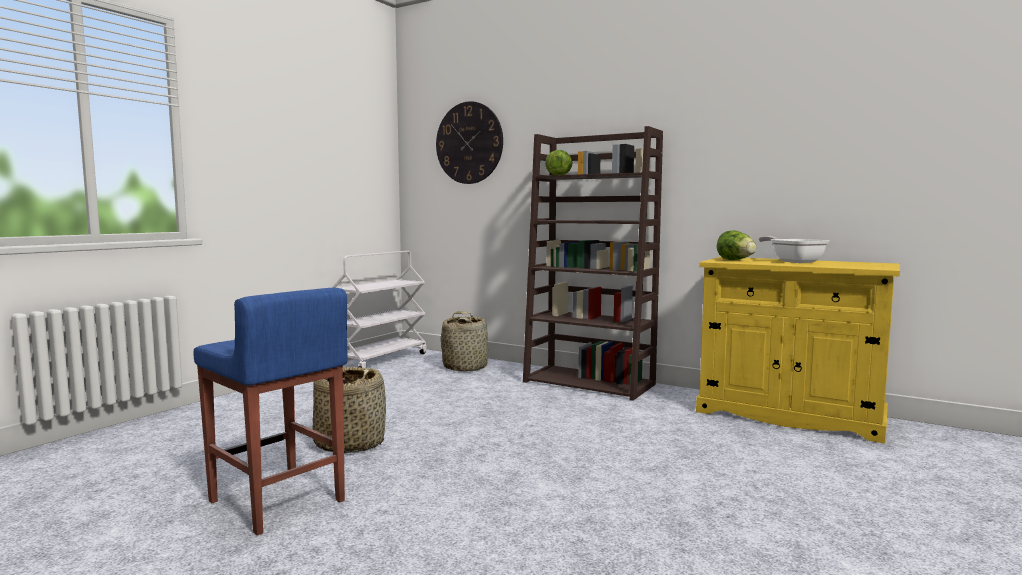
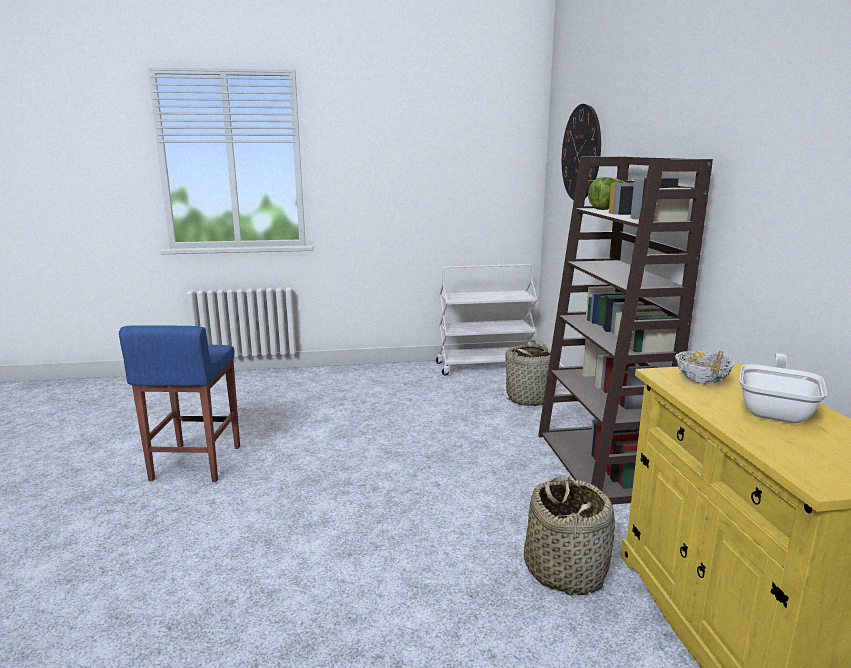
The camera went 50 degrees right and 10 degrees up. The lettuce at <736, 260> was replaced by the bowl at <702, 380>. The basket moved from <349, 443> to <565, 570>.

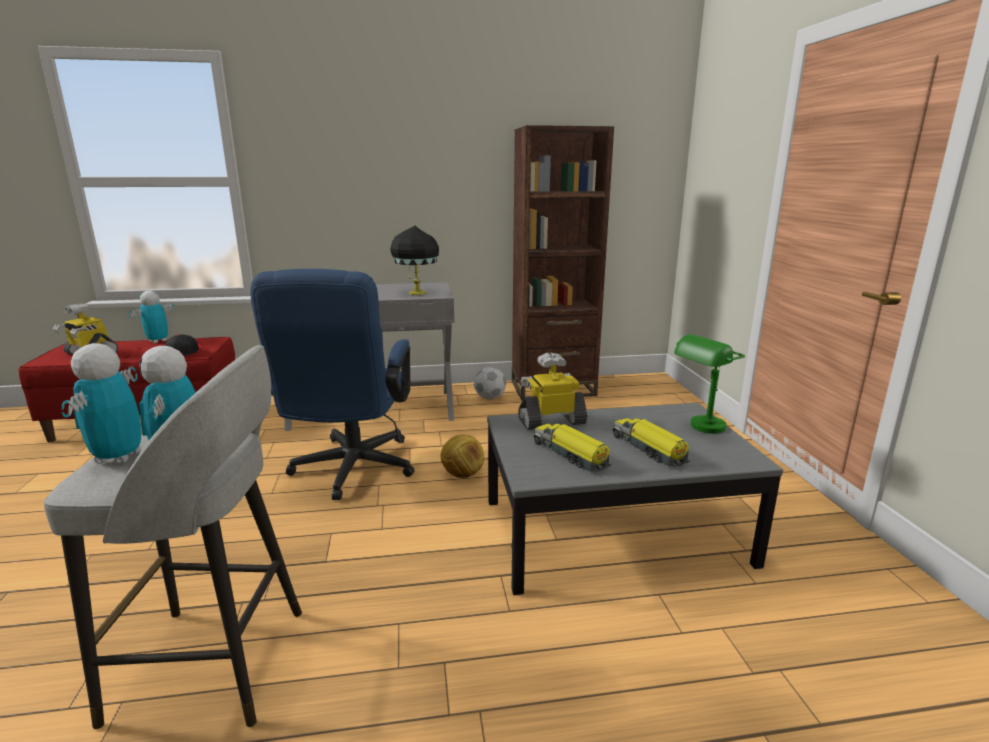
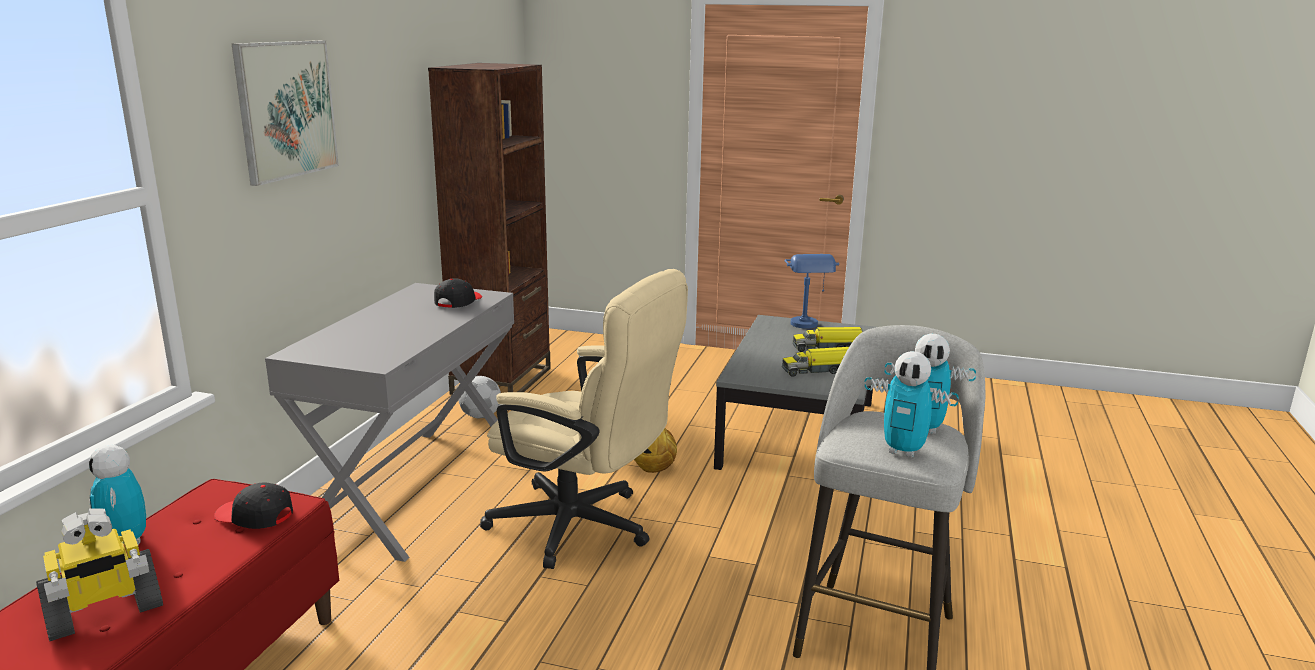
The camera went 65 degrees left and 0 degrees up. The table lamp/black at <416, 293> was replaced by the cap/black at <458, 302>. The office chair/blue at <350, 472> became the office chair/beige at <584, 528>. The table lamp/green at <700, 429> became the table lamp/blue at <807, 327>. The toy robot at <551, 421> disappeared. The picture at <286, 109> appeared.

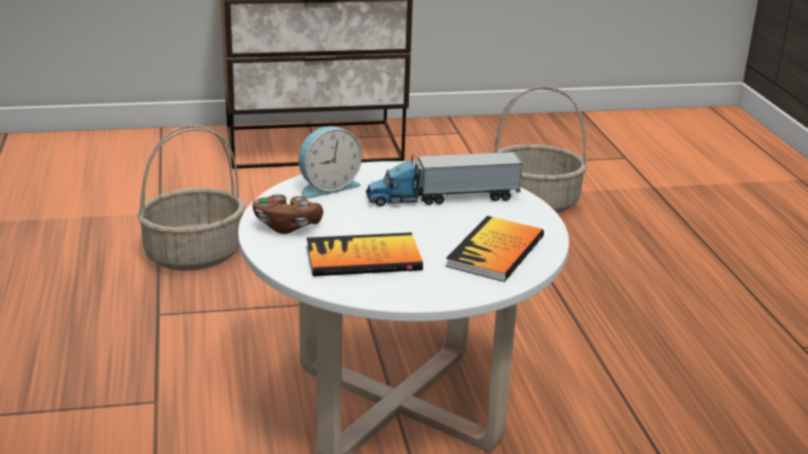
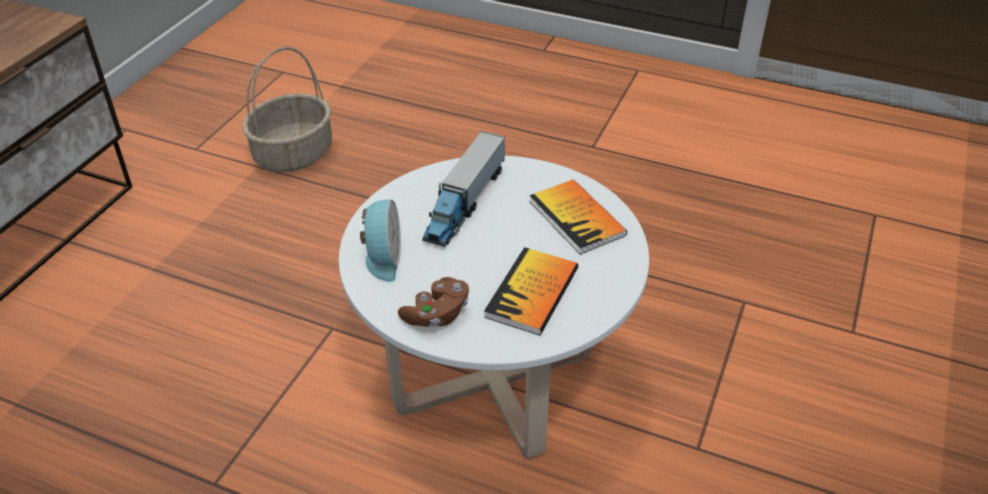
The camera went 55 degrees left and 15 degrees up. The basket at <195, 254> disappeared.

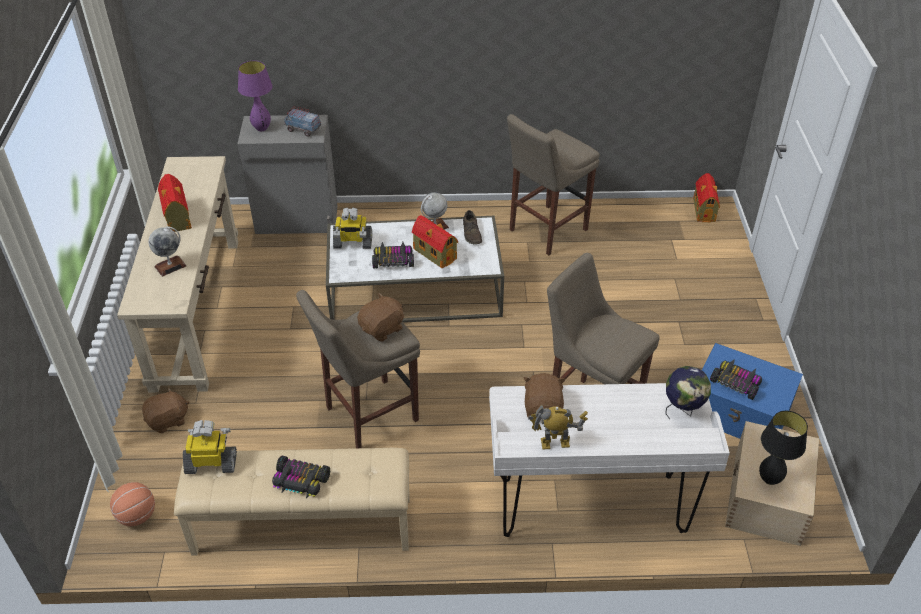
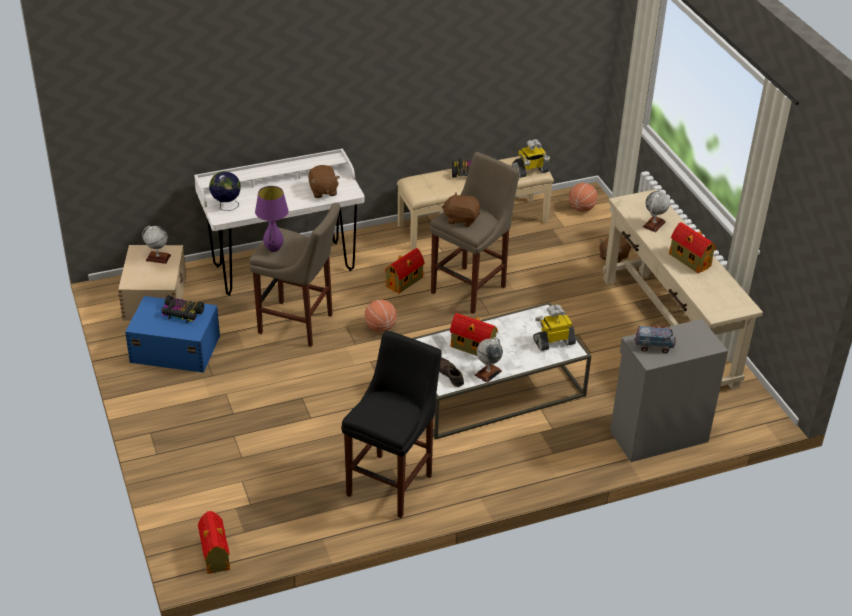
The camera went 160 degrees right and 5 degrees down. The table lamp/purple moved from <262, 129> to <273, 249>. The stool/beige at <545, 231> became the stool/black at <392, 482>. The toy car at <393, 260> disappeared. The plush toy/brown at <382, 329> turned 75 degrees clockwise. The toy robot at <555, 443> disappeared. The table lamp/black at <769, 479> was replaced by the globe at <158, 258>. The toy house at <405, 281> appeared. The basketball at <380, 327> appeared.

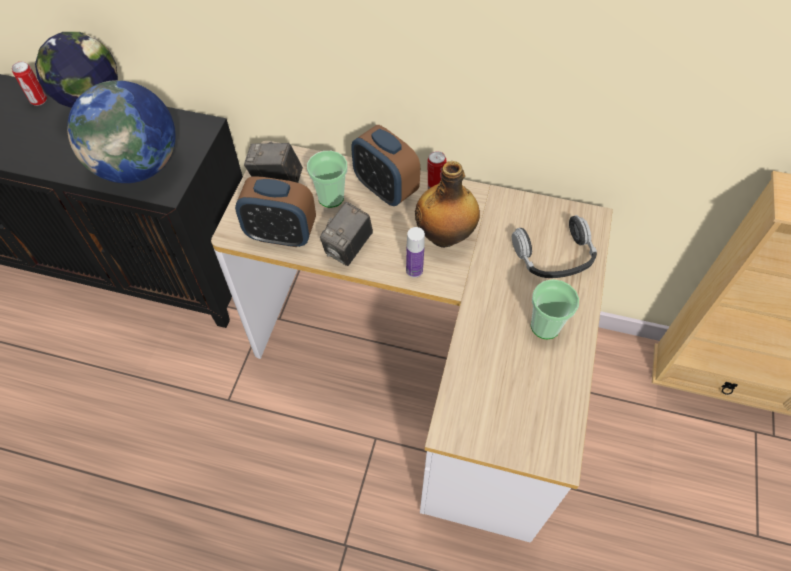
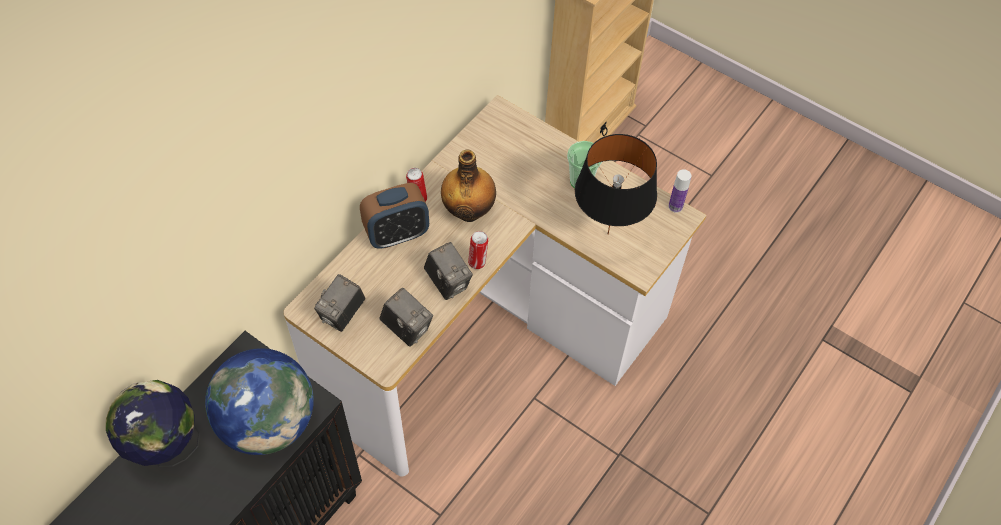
The camera went 70 degrees left and 0 degrees up. The can moved from <39, 101> to <478, 262>. The cup at <331, 197> disappeared. The alarm clock at <281, 234> was replaced by the photo camera at <407, 328>. The headphones at <554, 256> disappeared. The bottle moved from <414, 270> to <675, 206>. The table lamp/black at <607, 233> appeared.

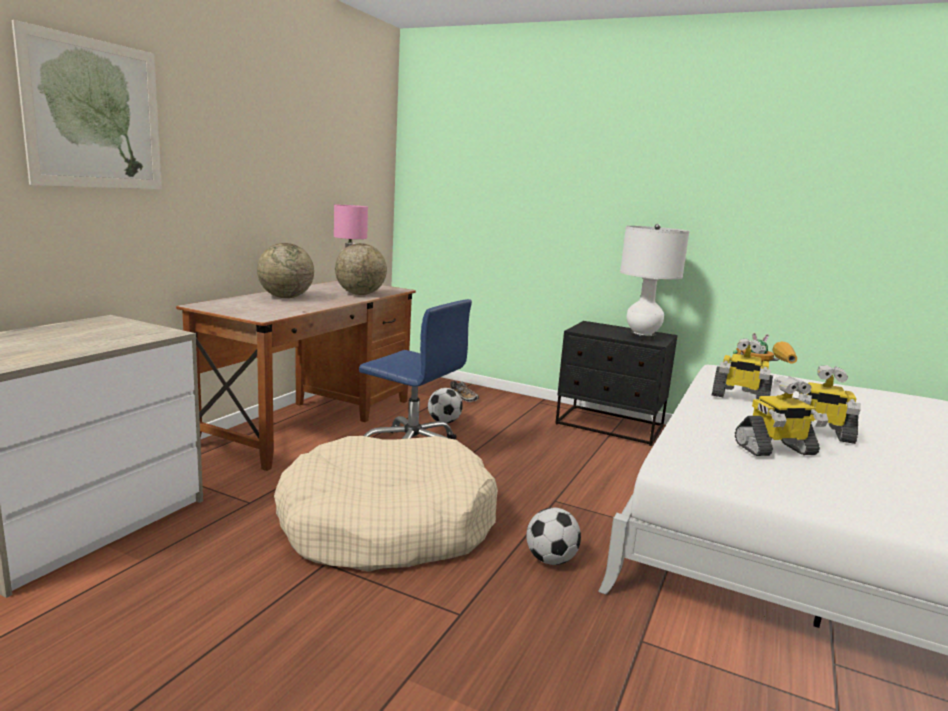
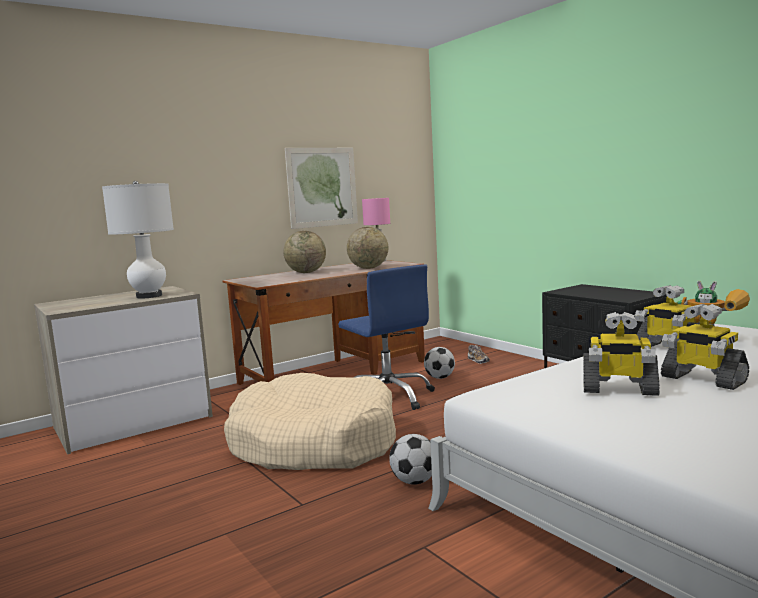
The camera went 30 degrees right and 5 degrees down. The picture moved from <94, 114> to <322, 187>. The table lamp/white moved from <642, 337> to <149, 296>.

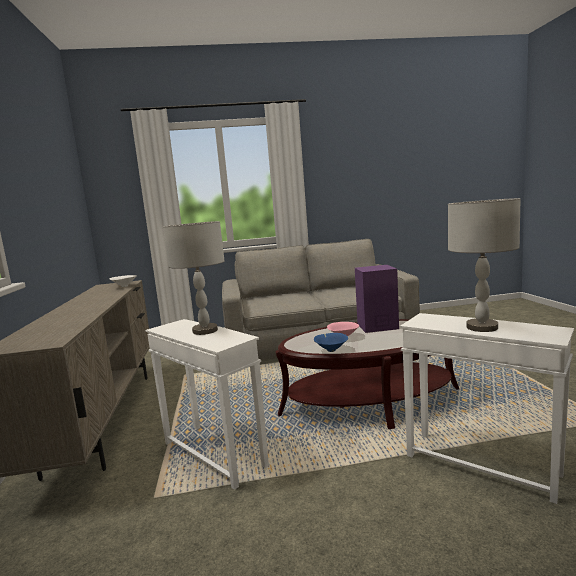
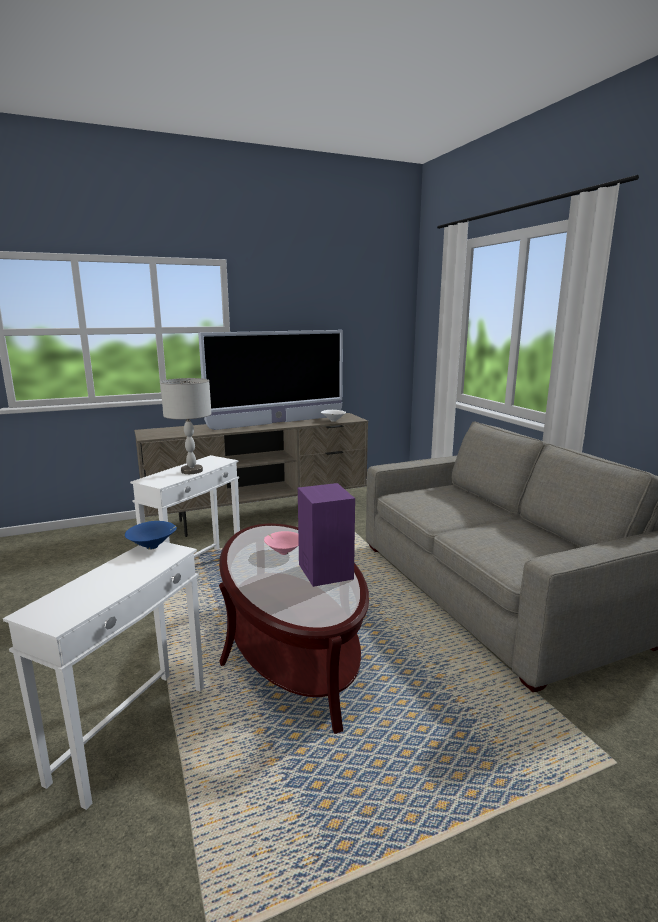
The camera went 75 degrees right and 5 degrees up. The table lamp/grey at <482, 327> disappeared. The bowl/blue moved from <331, 350> to <153, 547>. The television at <278, 422> appeared.

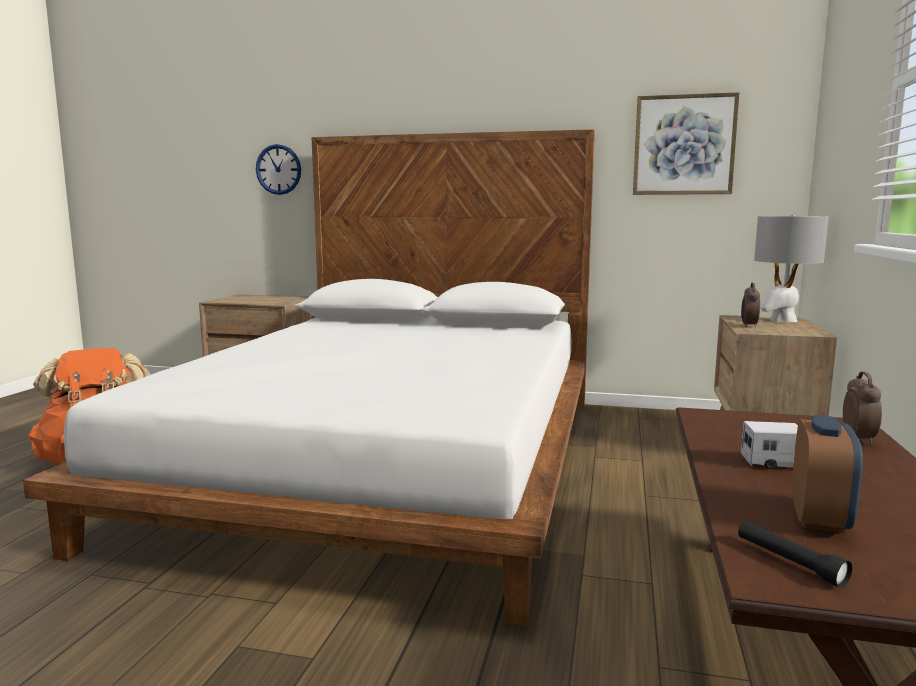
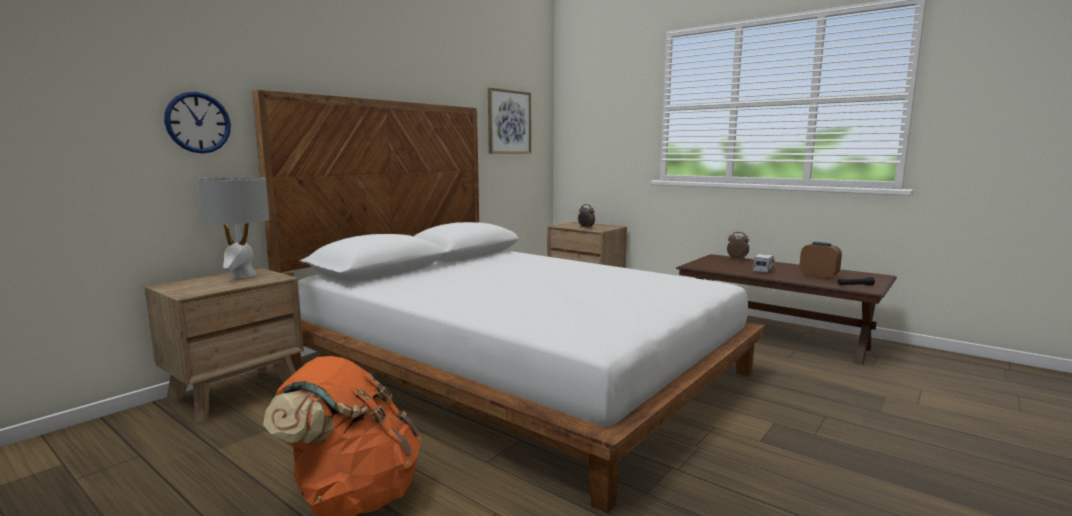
The camera went 65 degrees left and 0 degrees up. The table lamp/grey moved from <782, 320> to <242, 275>.

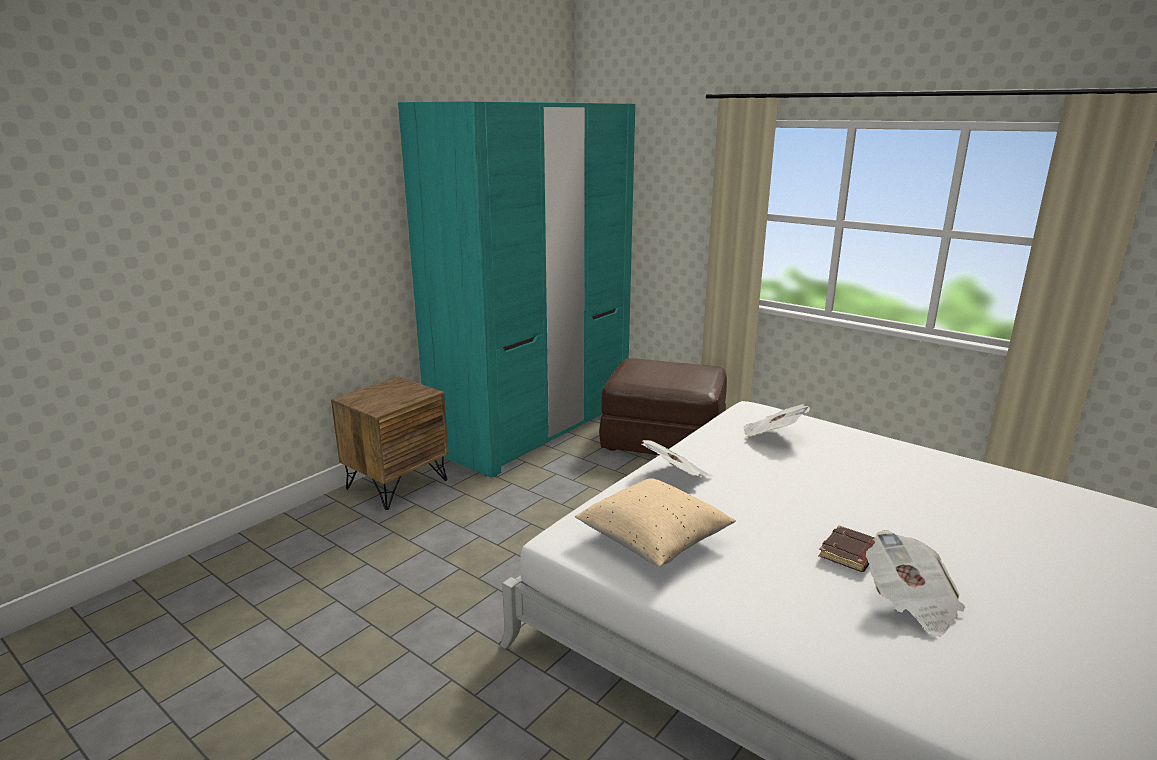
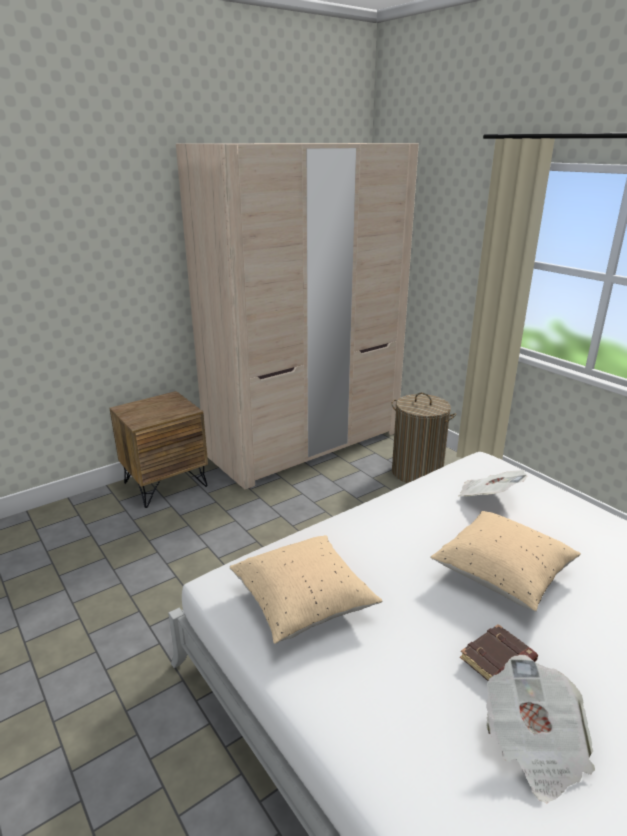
The camera went 15 degrees right and 5 degrees up. The wardrobe/turquoise at <534, 427> became the wardrobe/beige at <305, 444>. The ottoman/brown at <664, 439> was replaced by the laundry basket at <417, 472>. The newspaper at <676, 476> disappeared. The pillow/beige at <502, 574> appeared.

